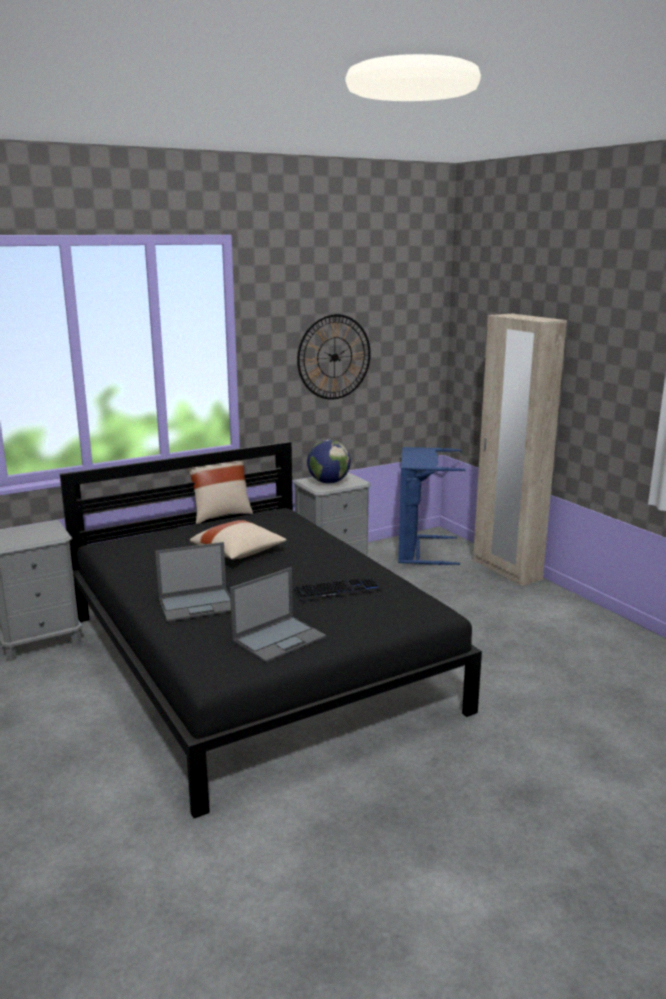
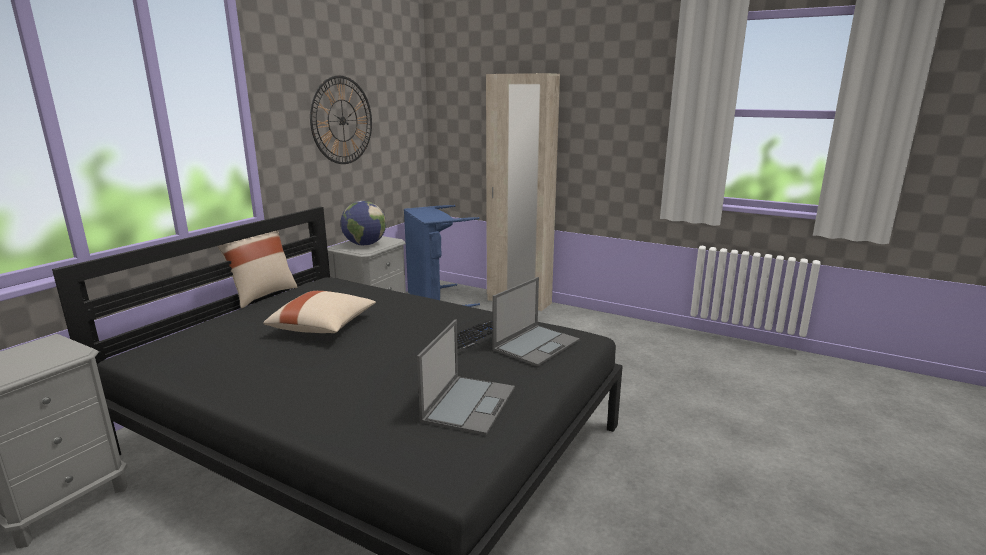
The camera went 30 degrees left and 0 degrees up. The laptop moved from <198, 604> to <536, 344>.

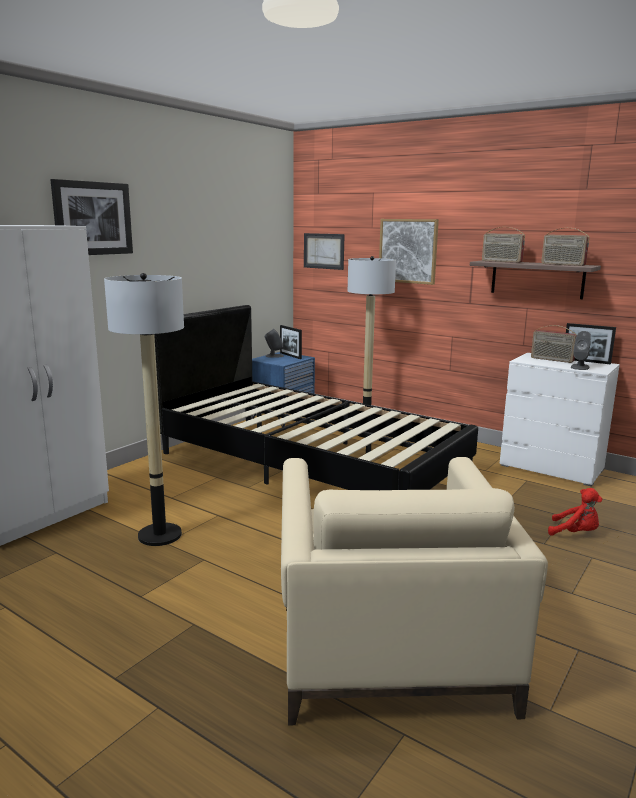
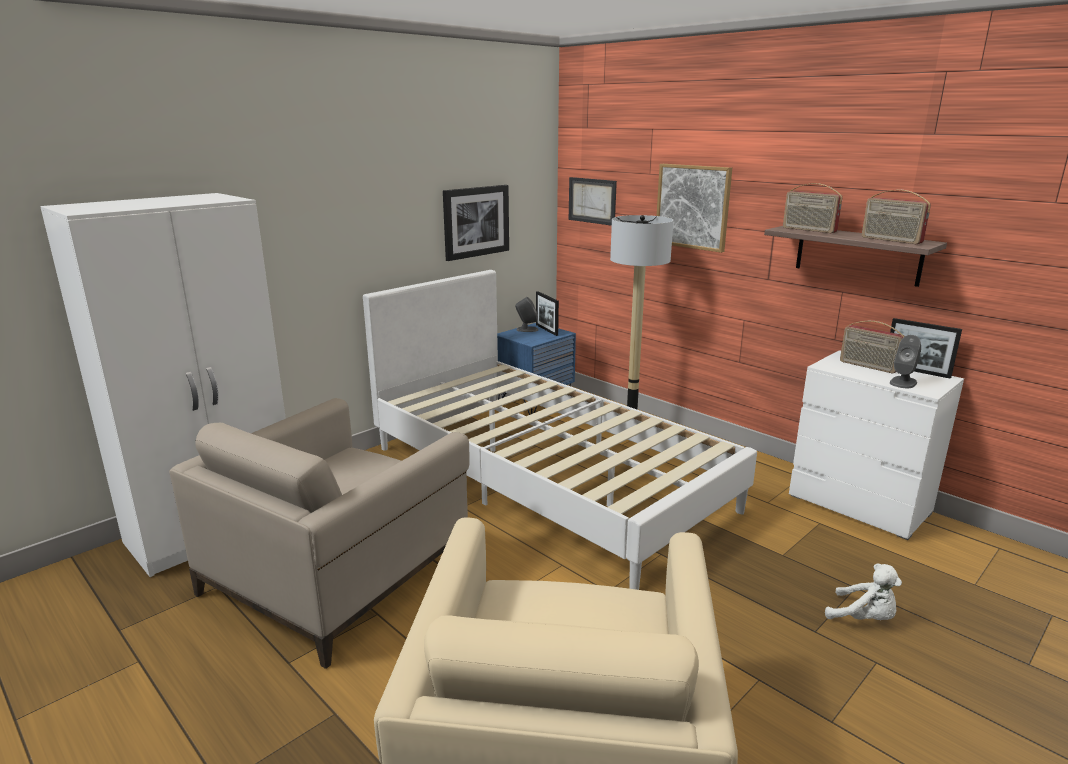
The camera went 10 degrees right and 5 degrees up. The picture moved from <93, 218> to <476, 221>. The floor lamp at <159, 535> was replaced by the armchair/beige at <338, 572>. The bed/black at <309, 464> became the bed/white at <546, 477>. The plush toy/red at <575, 533> became the plush toy/white at <863, 618>.

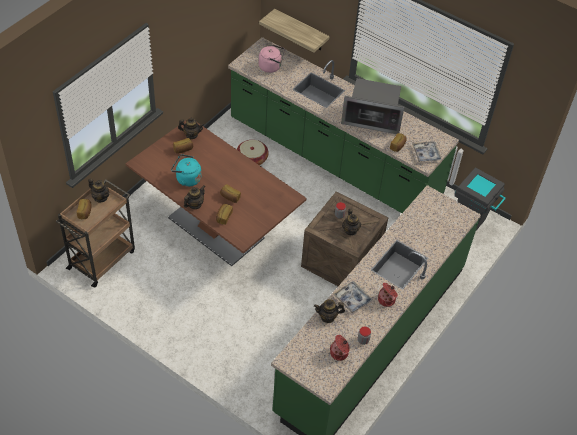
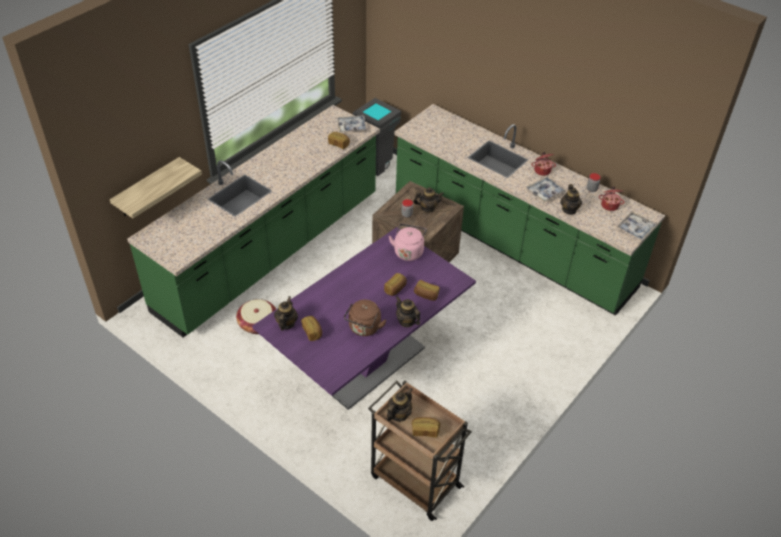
The camera went 85 degrees left and 5 degrees down. The kettle/pink moved from <271, 67> to <408, 251>. The microwave at <372, 118> disappeared. The dining table/brown at <216, 228> became the dining table/purple at <367, 361>. The kettle/turquoise at <187, 179> became the kettle/brown at <364, 328>. The tray at <636, 229> appeared.

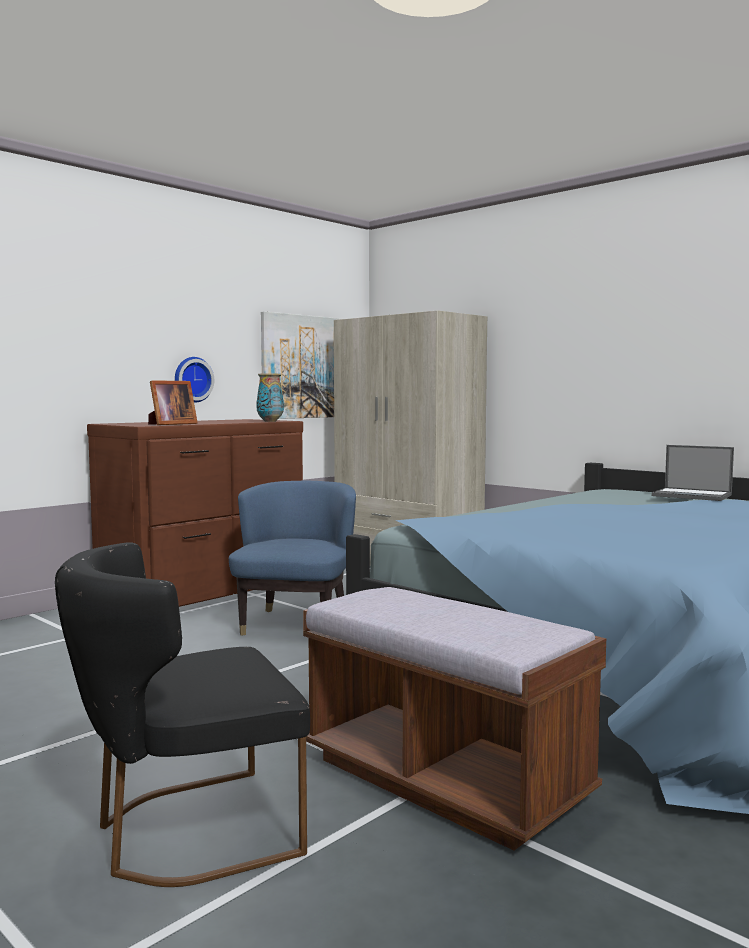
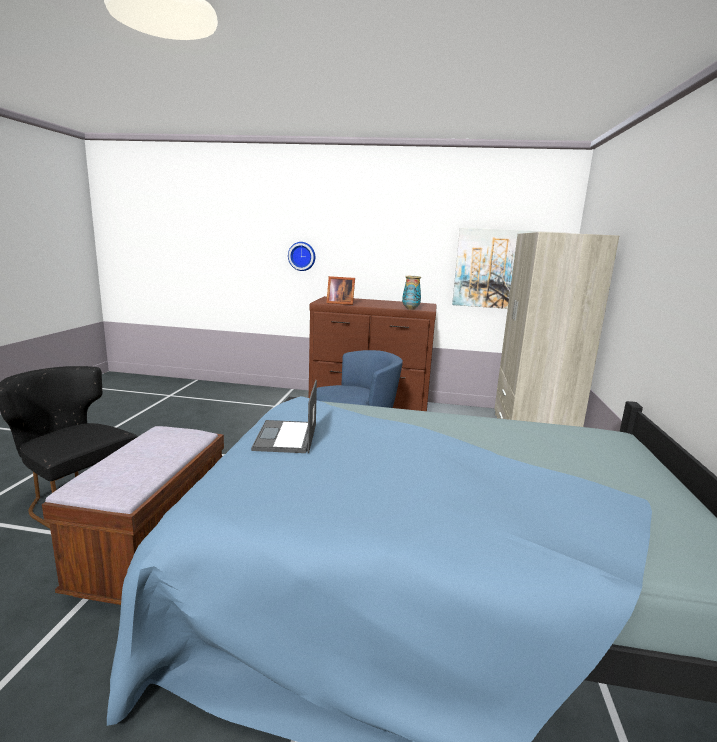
The camera went 55 degrees right and 10 degrees up. The wall clock moved from <192, 379> to <302, 256>. The laptop moved from <693, 495> to <286, 437>.

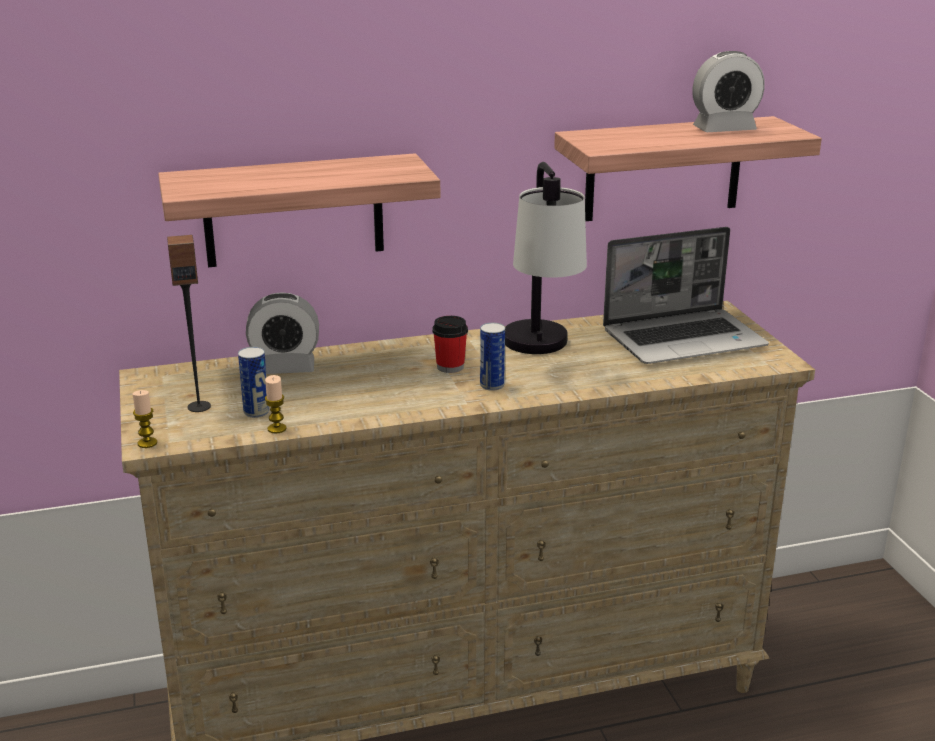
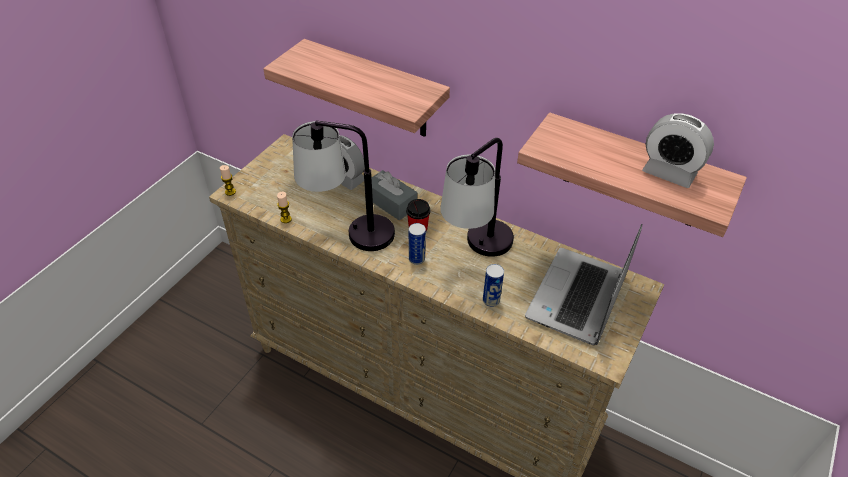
The camera went 45 degrees right and 20 degrees up. The laptop at <684, 339> turned 90 degrees clockwise. The speaker at <199, 406> disappeared. The can moved from <256, 412> to <491, 300>. The table lamp at <349, 233> appeared. The tissue box/grey at <391, 202> appeared.

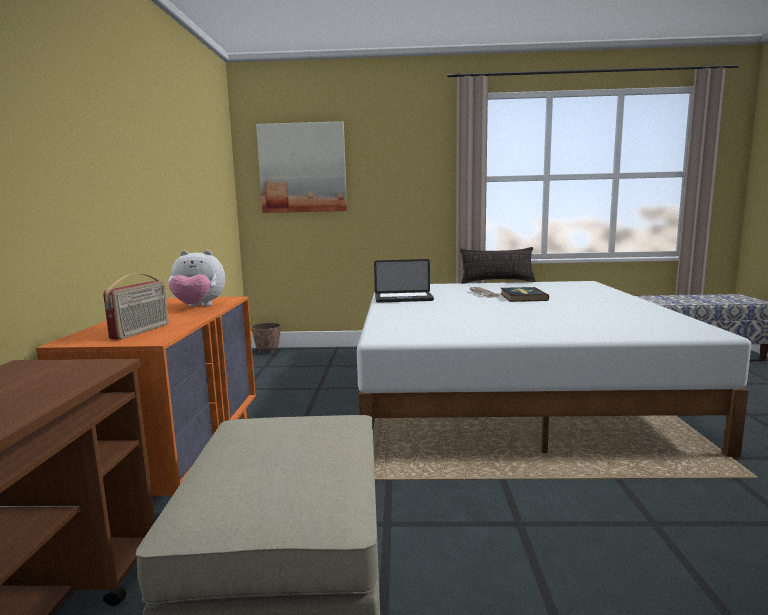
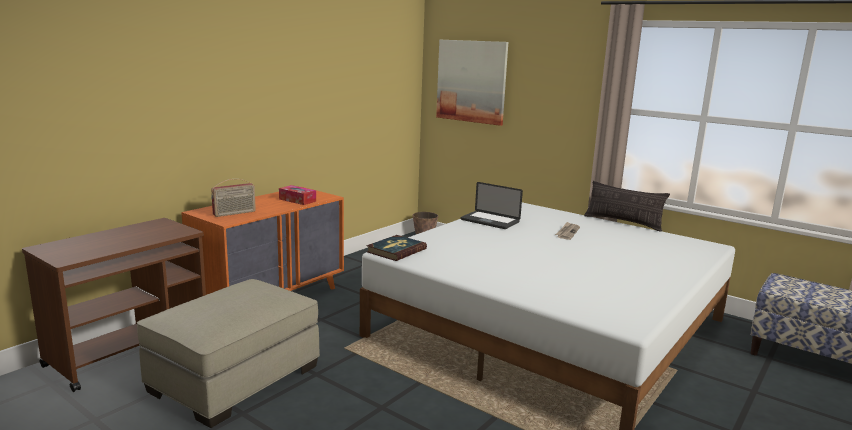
The camera went 35 degrees right and 5 degrees up. The plush toy at <198, 307> was replaced by the tissue box at <297, 200>. The book moved from <523, 297> to <396, 250>.

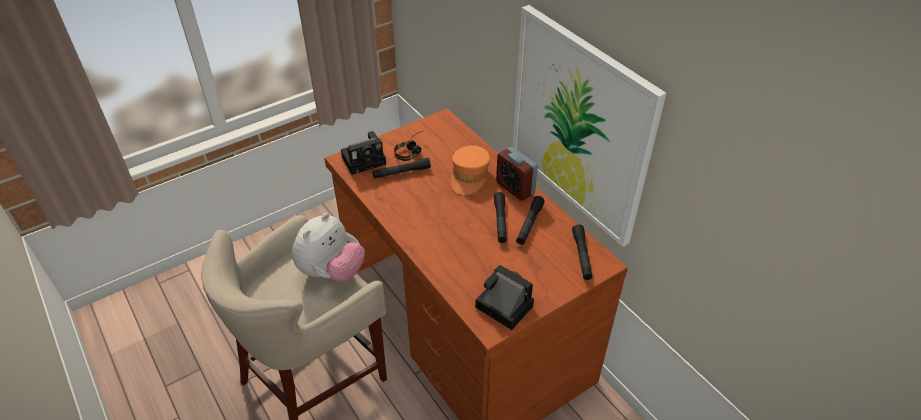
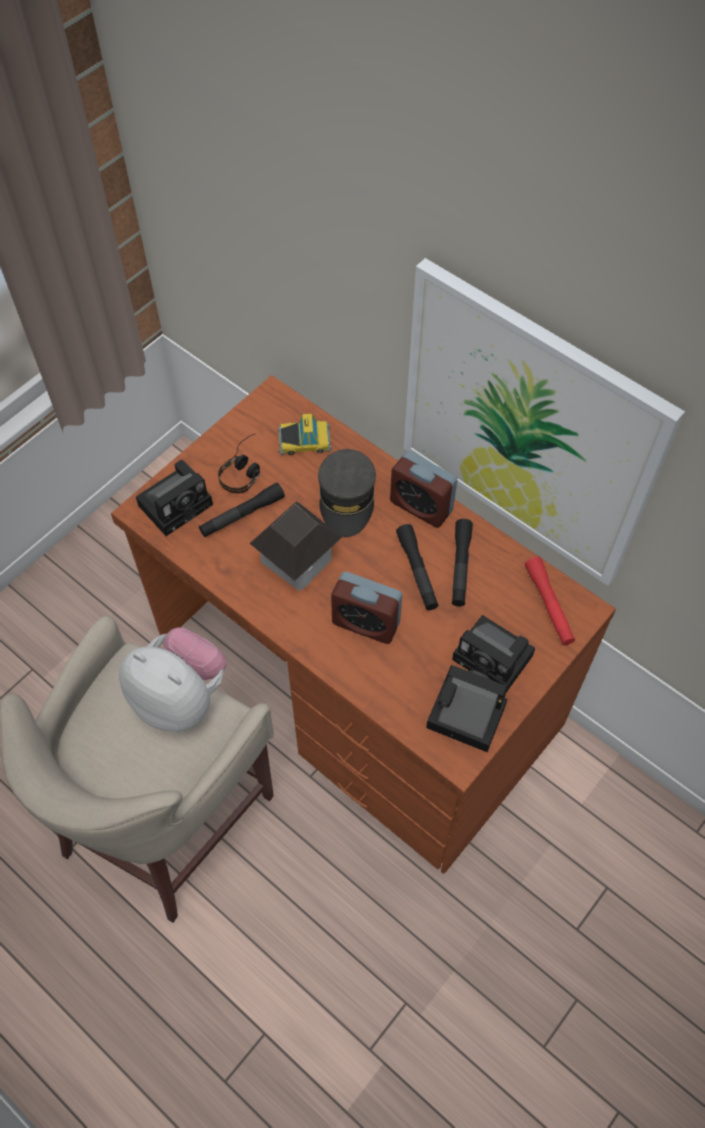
The camera went 15 degrees left and 15 degrees up. The cap/orange at <469, 176> became the cap/grey at <347, 499>. The plush toy at <331, 272> turned 75 degrees counterclockwise. The flashlight/black at <582, 256> became the flashlight/red at <549, 605>. The toy car at <304, 440> appeared. The toy house at <297, 560> appeared. The alarm clock at <366, 623> appeared. The photo camera at <495, 659> appeared.

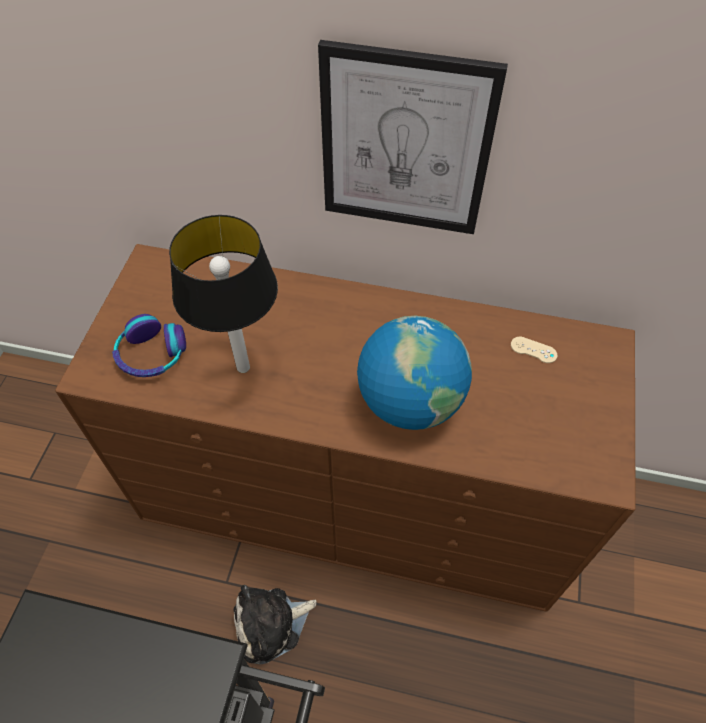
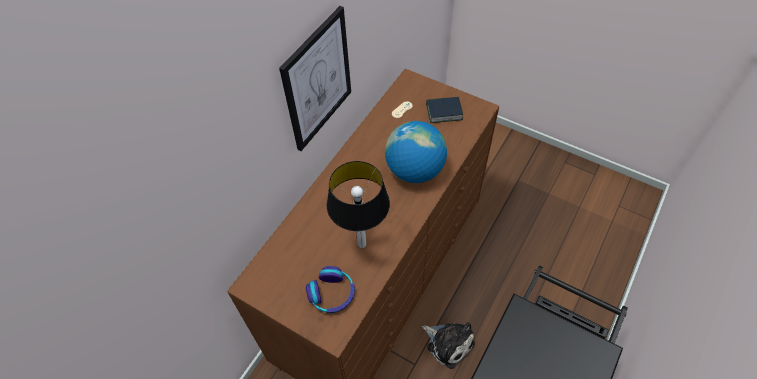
The camera went 70 degrees left and 0 degrees up. The plush toy at <271, 624> turned 45 degrees counterclockwise. The book at <444, 112> appeared.

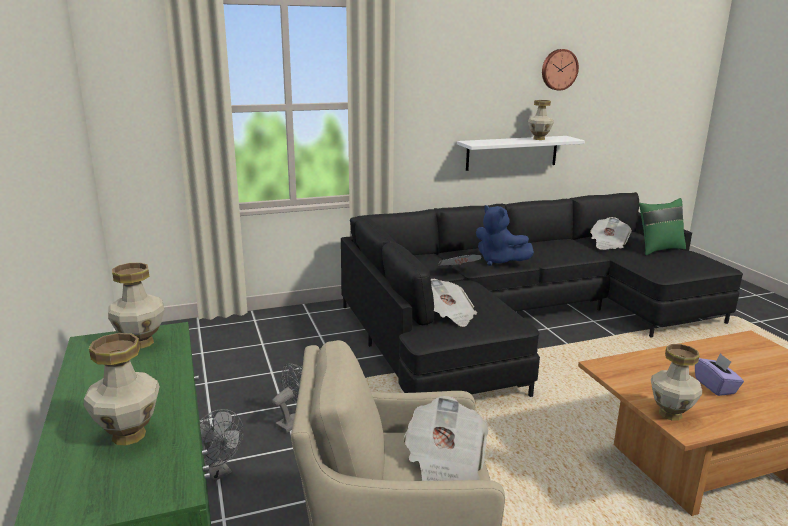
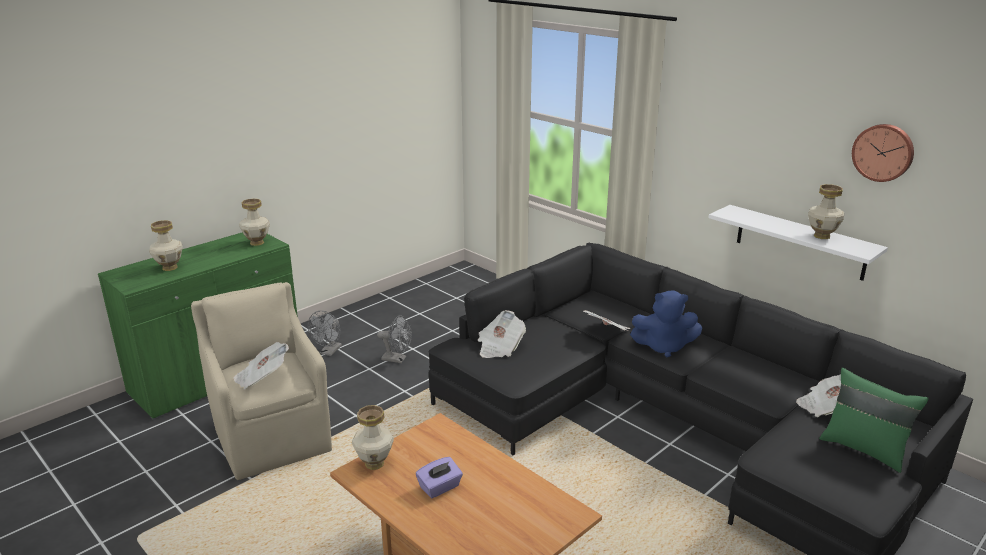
The camera went 65 degrees right and 5 degrees up. The plush toy/blue at <499, 261> turned 105 degrees counterclockwise.

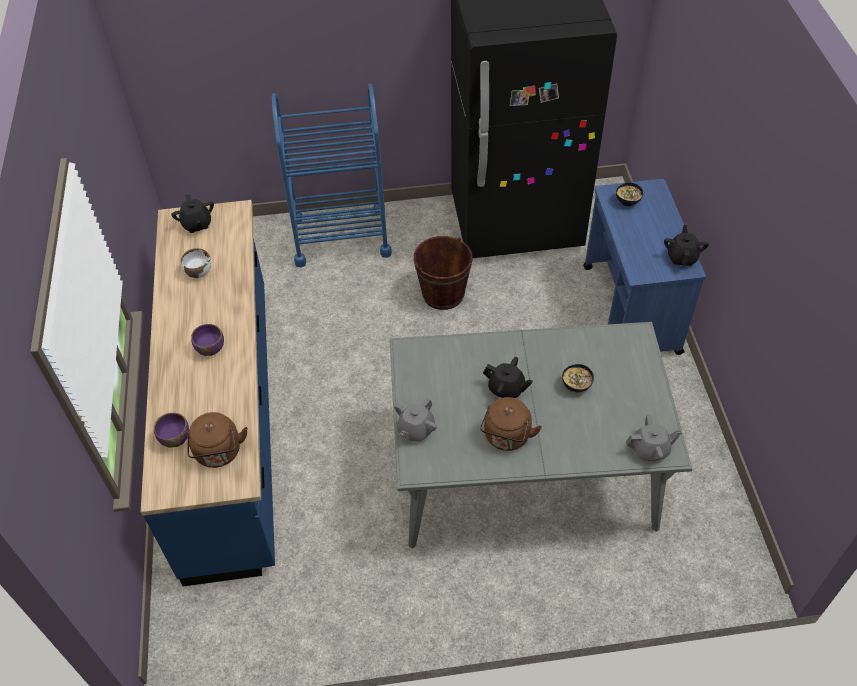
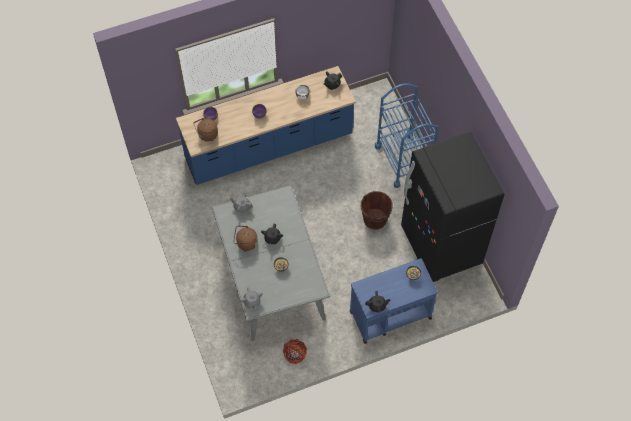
The camera went 75 degrees right and 10 degrees up. The basket at <294, 354> appeared.

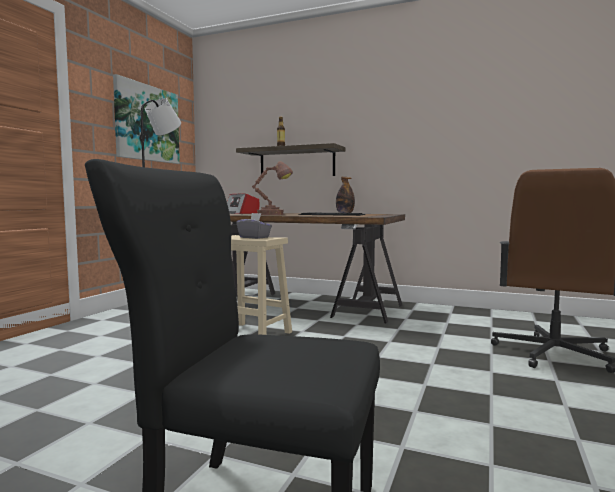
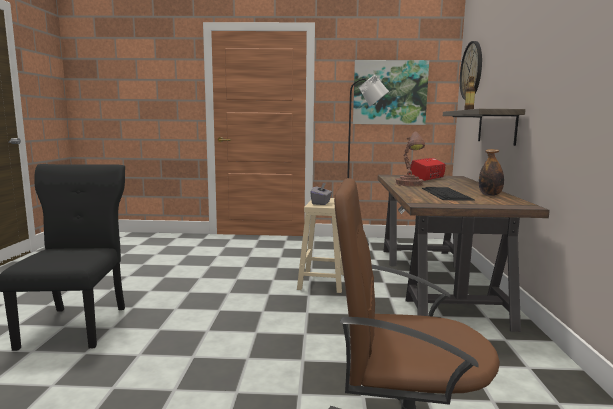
The camera went 70 degrees right and 5 degrees up. The wall clock at <471, 71> appeared.

